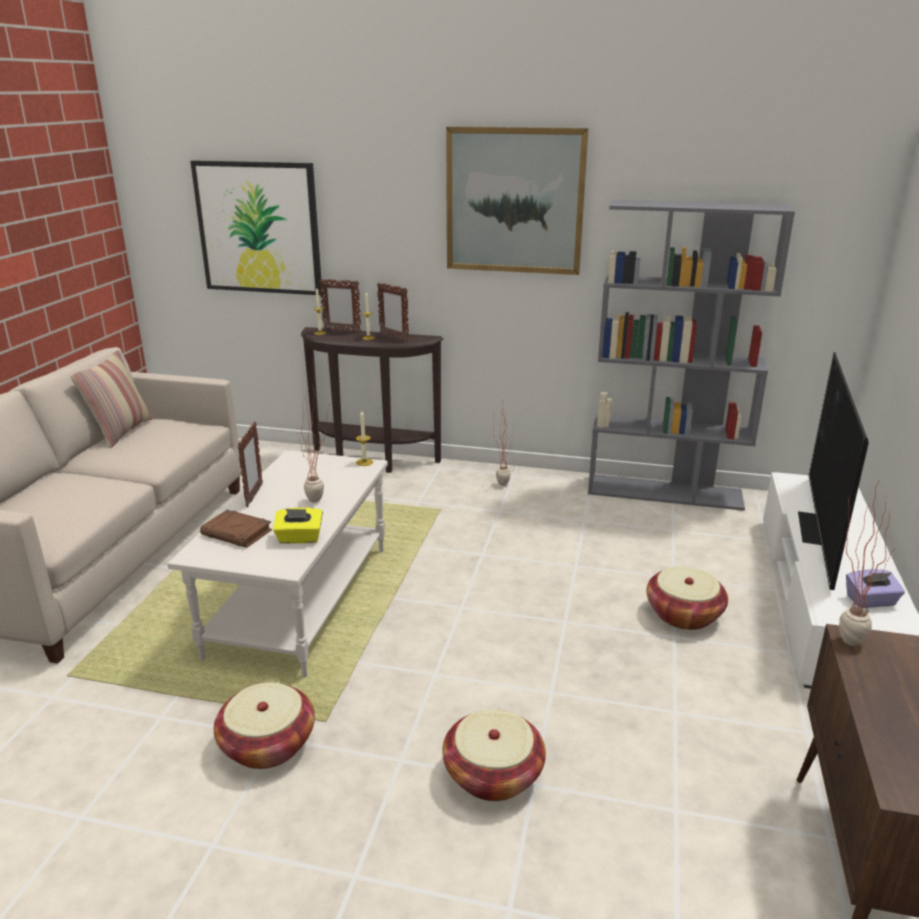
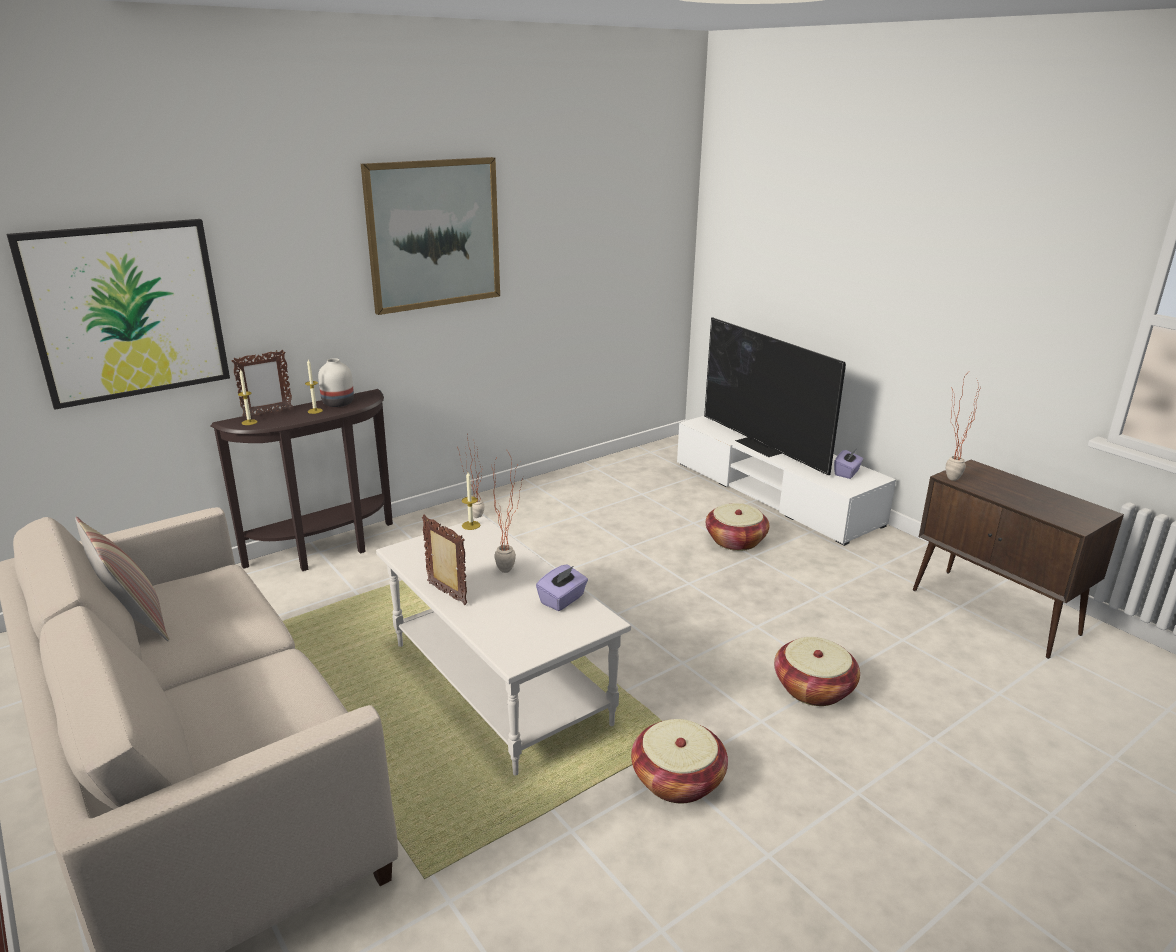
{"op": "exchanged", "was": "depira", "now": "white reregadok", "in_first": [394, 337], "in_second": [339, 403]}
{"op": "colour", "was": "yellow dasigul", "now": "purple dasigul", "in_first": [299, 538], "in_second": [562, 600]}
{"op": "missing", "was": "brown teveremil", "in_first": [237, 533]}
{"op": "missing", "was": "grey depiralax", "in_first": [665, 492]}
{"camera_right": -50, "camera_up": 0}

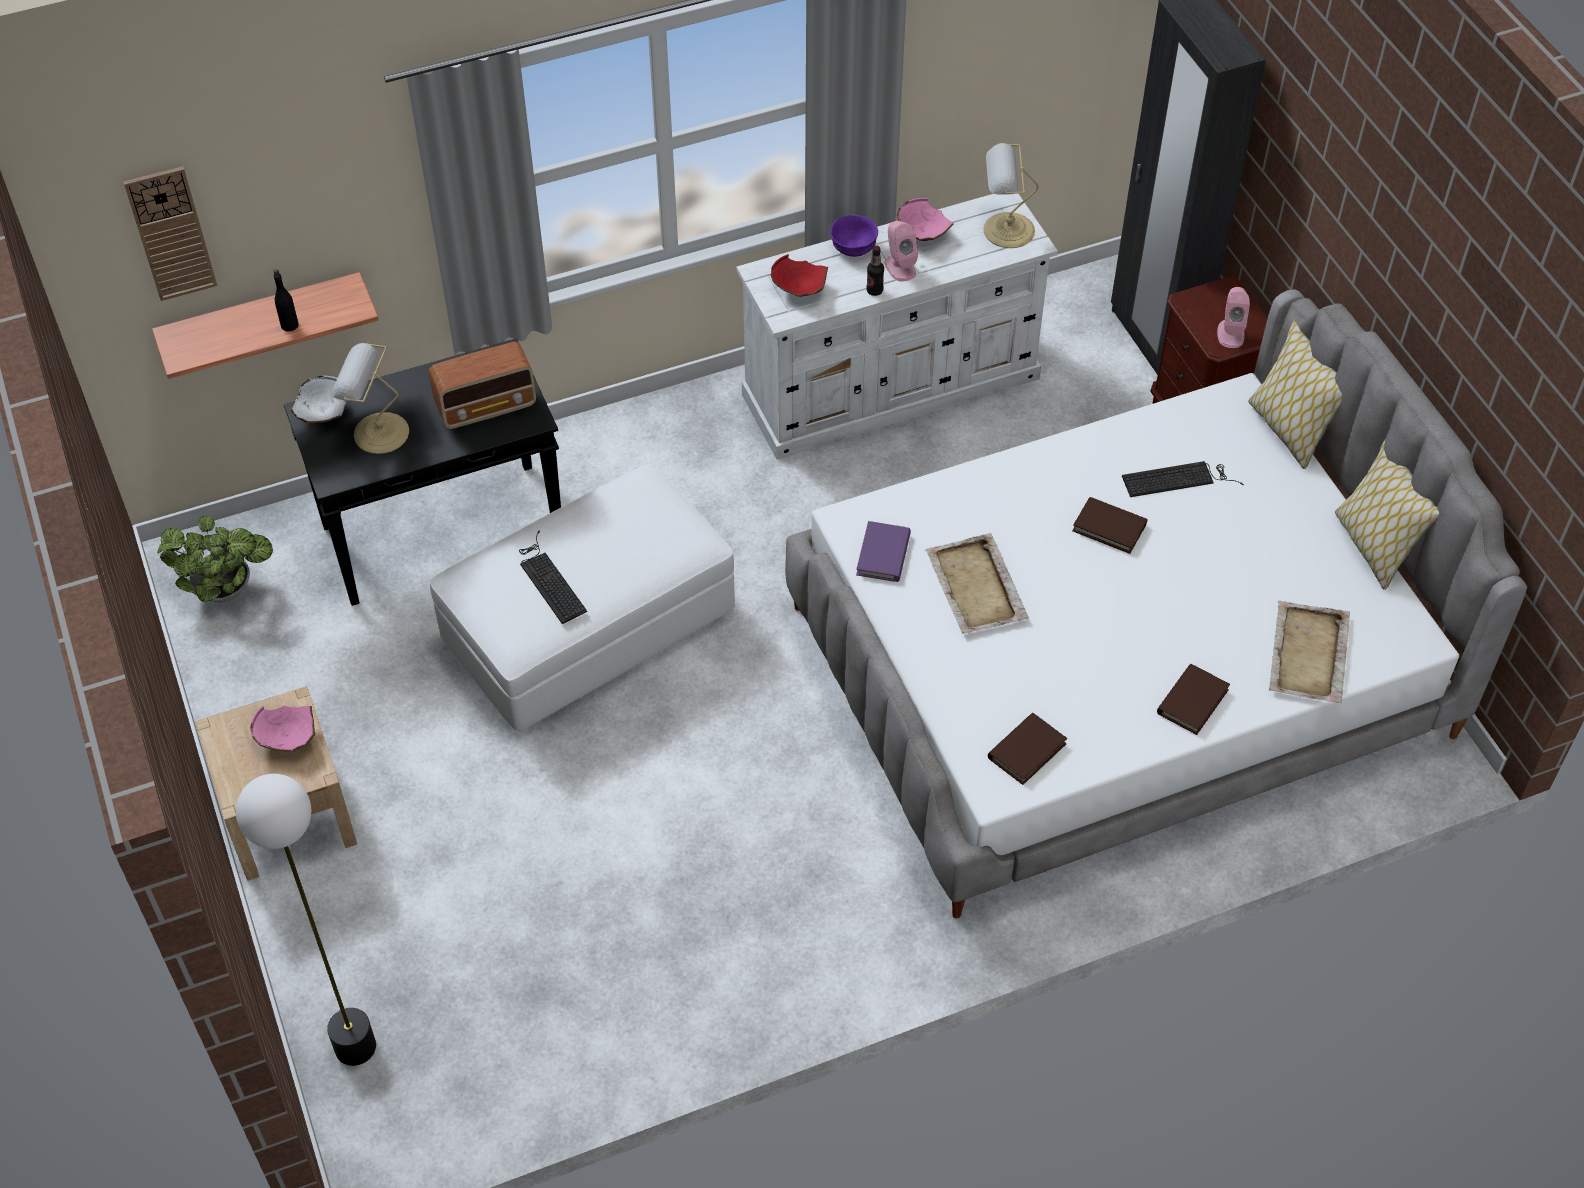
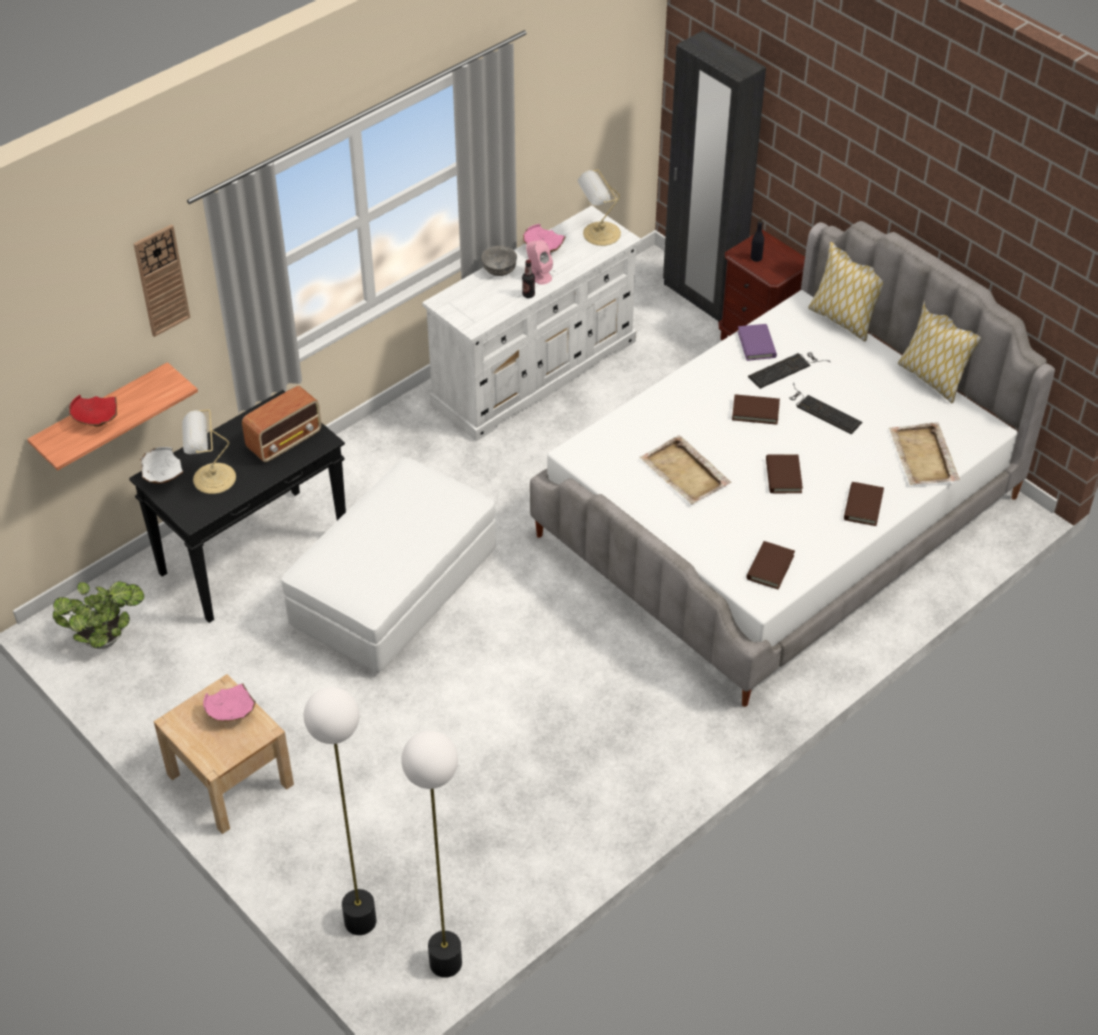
{"op": "relocated", "was": "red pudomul", "in_first": [799, 290], "in_second": [97, 421]}
{"op": "relocated", "was": "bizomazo", "in_first": [171, 233], "in_second": [161, 280]}
{"op": "appeared", "now": "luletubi", "in_second": [445, 963]}
{"op": "colour", "was": "purple pudomul", "now": "grey pudomul", "in_first": [854, 248], "in_second": [500, 270]}
{"op": "relocated", "was": "purple teveremil", "in_first": [883, 554], "in_second": [756, 344]}
{"op": "relocated", "was": "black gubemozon", "in_first": [289, 325], "in_second": [756, 258]}
{"op": "appeared", "now": "brown teveremil", "in_second": [783, 476]}
{"op": "relocated", "was": "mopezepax", "in_first": [549, 580], "in_second": [822, 410]}
{"op": "missing", "was": "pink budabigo", "in_first": [1230, 333]}
{"camera_right": -20, "camera_up": -5}

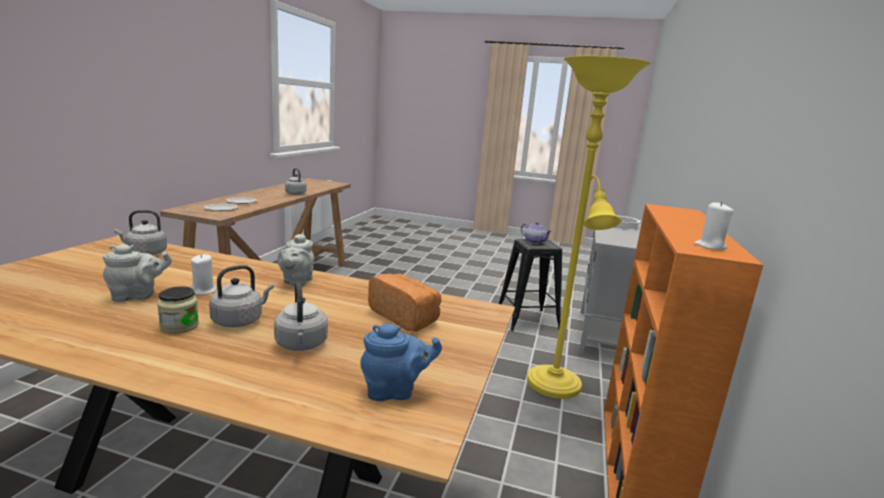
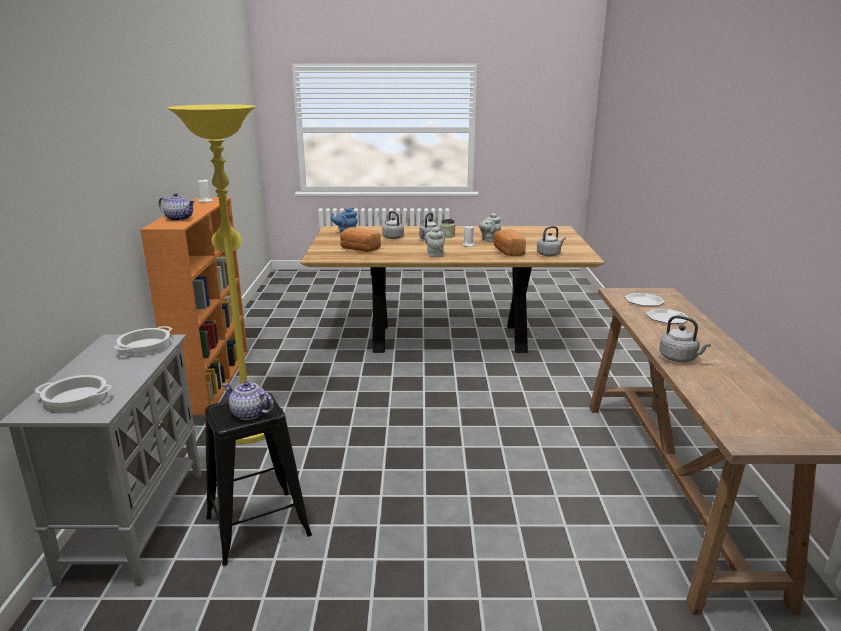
{"op": "appeared", "now": "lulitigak", "in_second": [145, 347]}
{"op": "appeared", "now": "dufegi", "in_second": [179, 219]}
{"op": "appeared", "now": "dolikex", "in_second": [507, 252]}
{"camera_right": 165, "camera_up": 5}

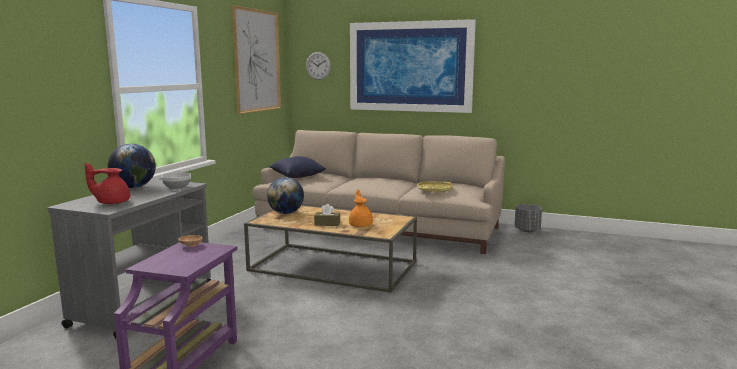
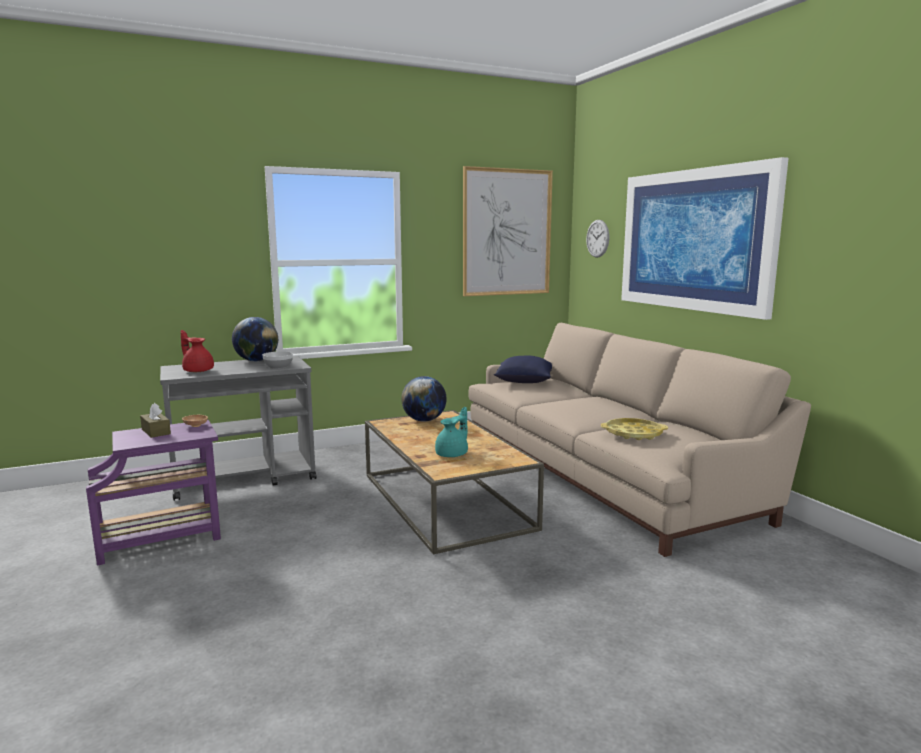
{"op": "relocated", "was": "brown dasigul", "in_first": [327, 224], "in_second": [156, 432]}
{"op": "colour", "was": "orange dufegi", "now": "turquoise dufegi", "in_first": [360, 225], "in_second": [453, 454]}
{"op": "missing", "was": "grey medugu", "in_first": [527, 230]}
{"camera_right": 45, "camera_up": 0}

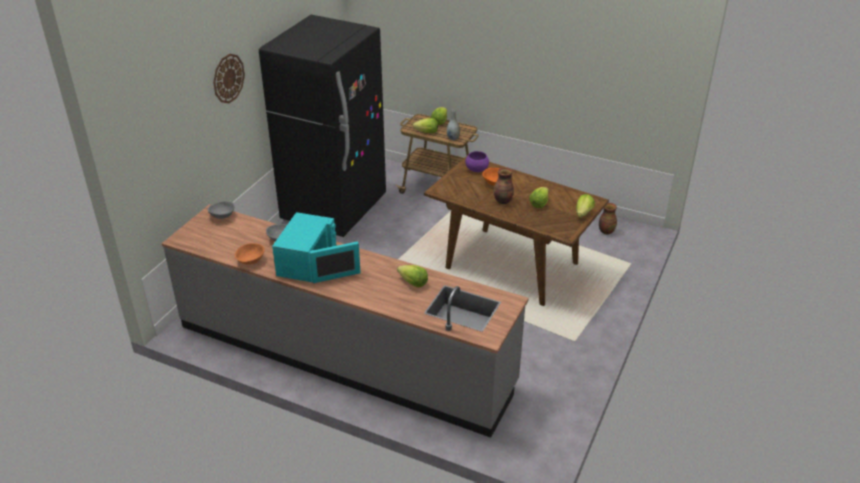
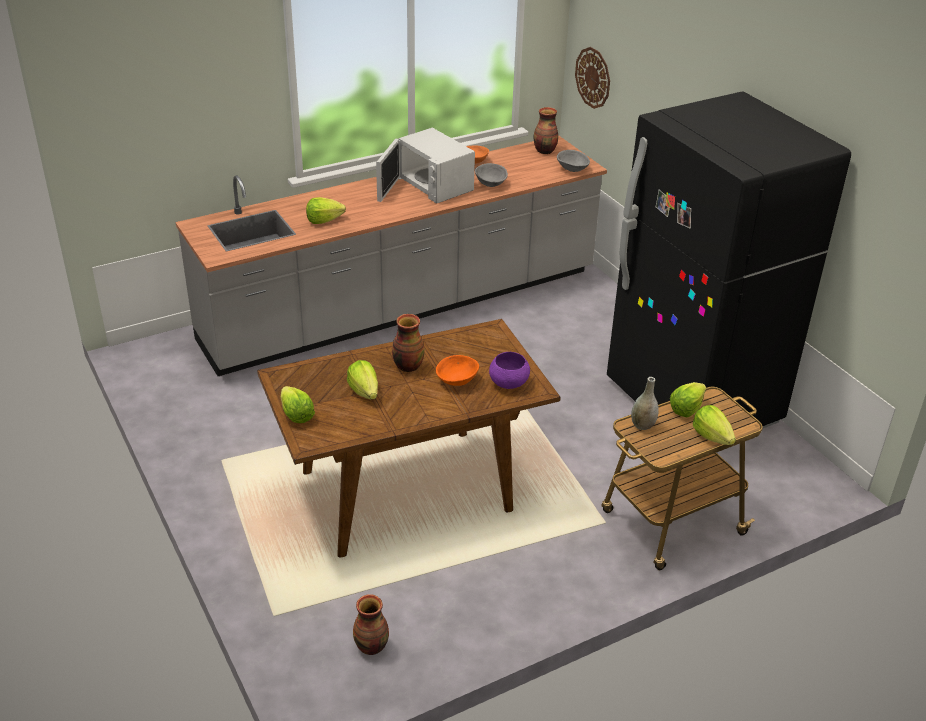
{"op": "colour", "was": "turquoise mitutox", "now": "white mitutox", "in_first": [308, 263], "in_second": [430, 185]}
{"op": "appeared", "now": "reregadok", "in_second": [545, 151]}
{"op": "relocated", "was": "bizomazo", "in_first": [228, 78], "in_second": [593, 77]}
{"camera_right": 125, "camera_up": 0}

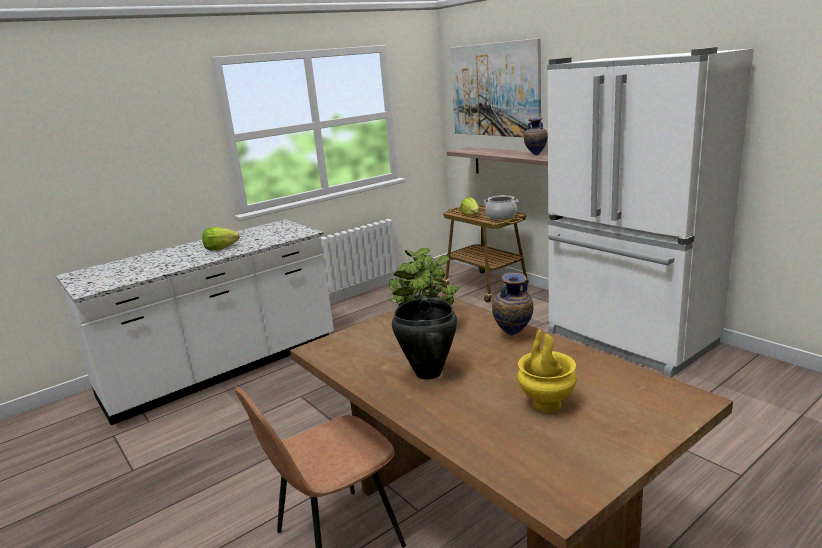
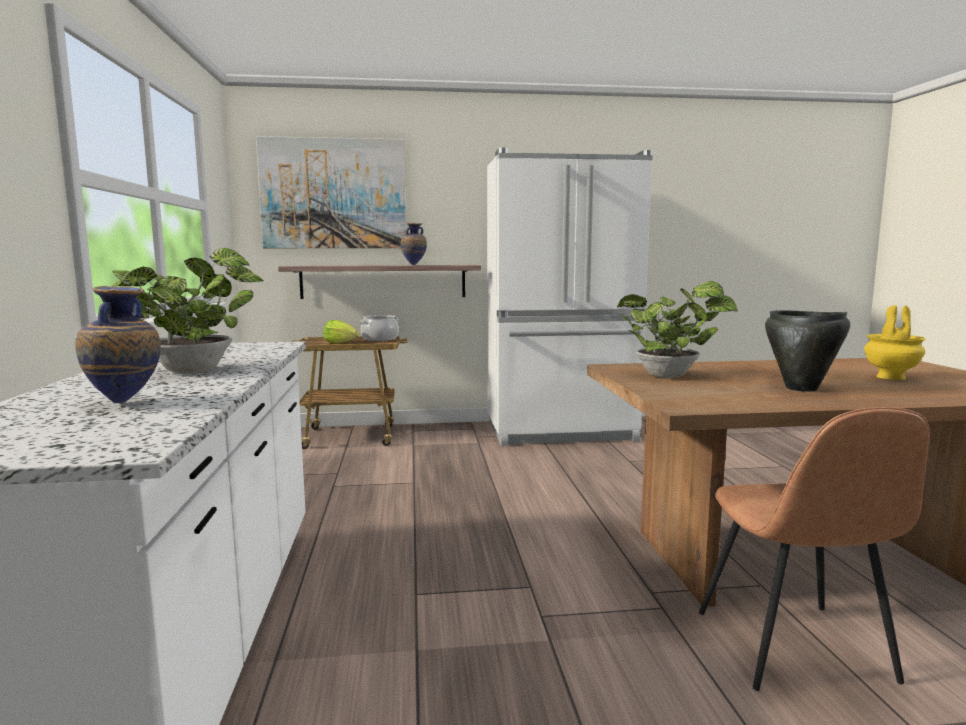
{"op": "relocated", "was": "reregadok", "in_first": [513, 336], "in_second": [125, 403]}
{"op": "exchanged", "was": "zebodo", "now": "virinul", "in_first": [220, 248], "in_second": [198, 369]}
{"camera_right": -60, "camera_up": -10}

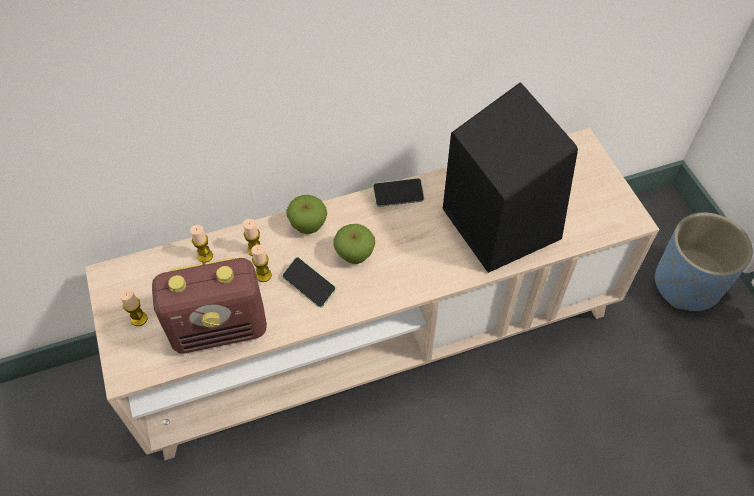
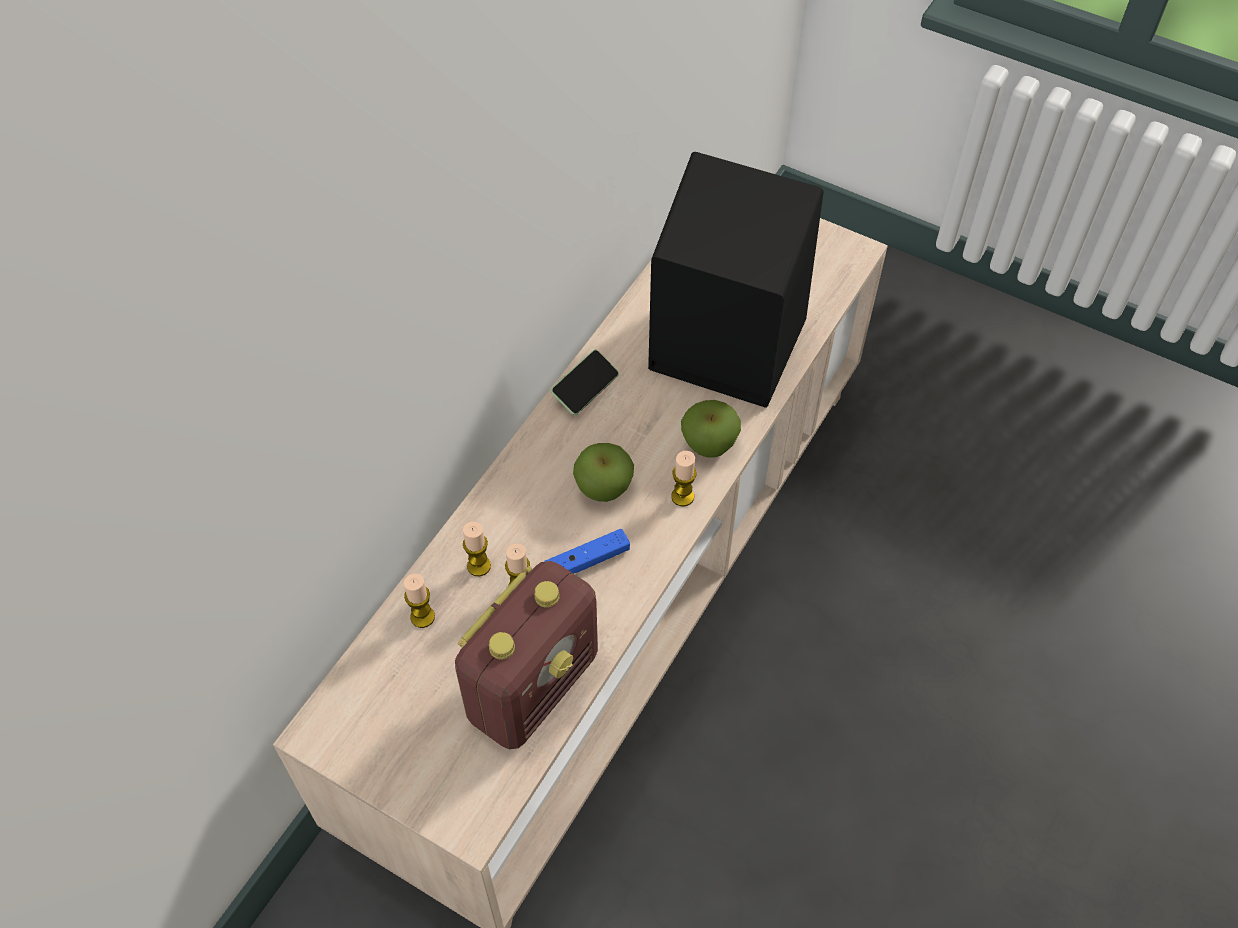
{"op": "exchanged", "was": "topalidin", "now": "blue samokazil", "in_first": [309, 286], "in_second": [587, 561]}
{"op": "relocated", "was": "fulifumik", "in_first": [139, 319], "in_second": [682, 496]}
{"op": "relocated", "was": "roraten", "in_first": [308, 226], "in_second": [709, 446]}
{"op": "missing", "was": "blue medugu", "in_first": [686, 284]}
{"camera_right": -40, "camera_up": 0}

